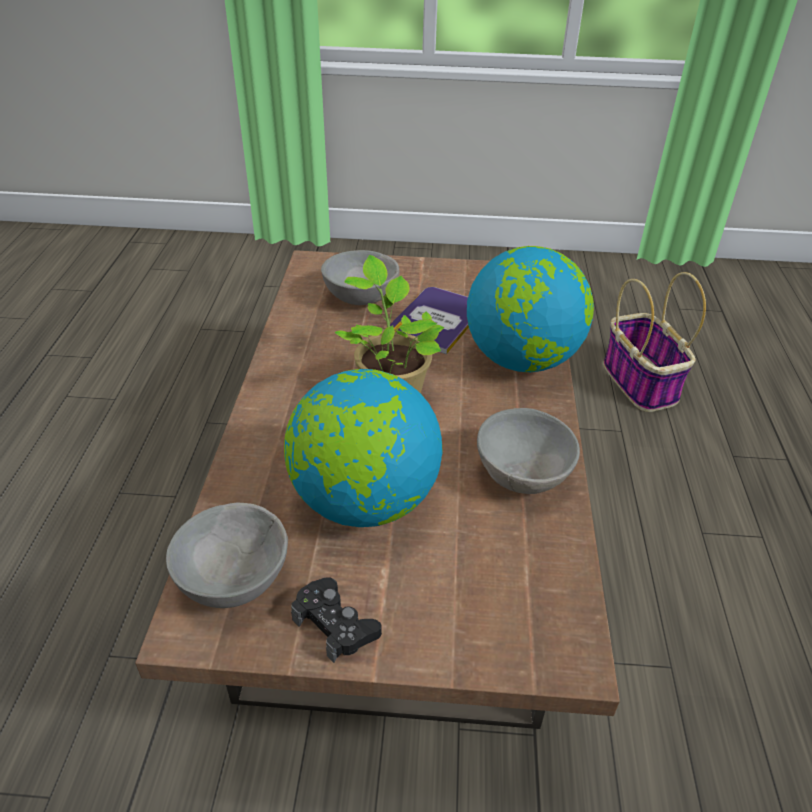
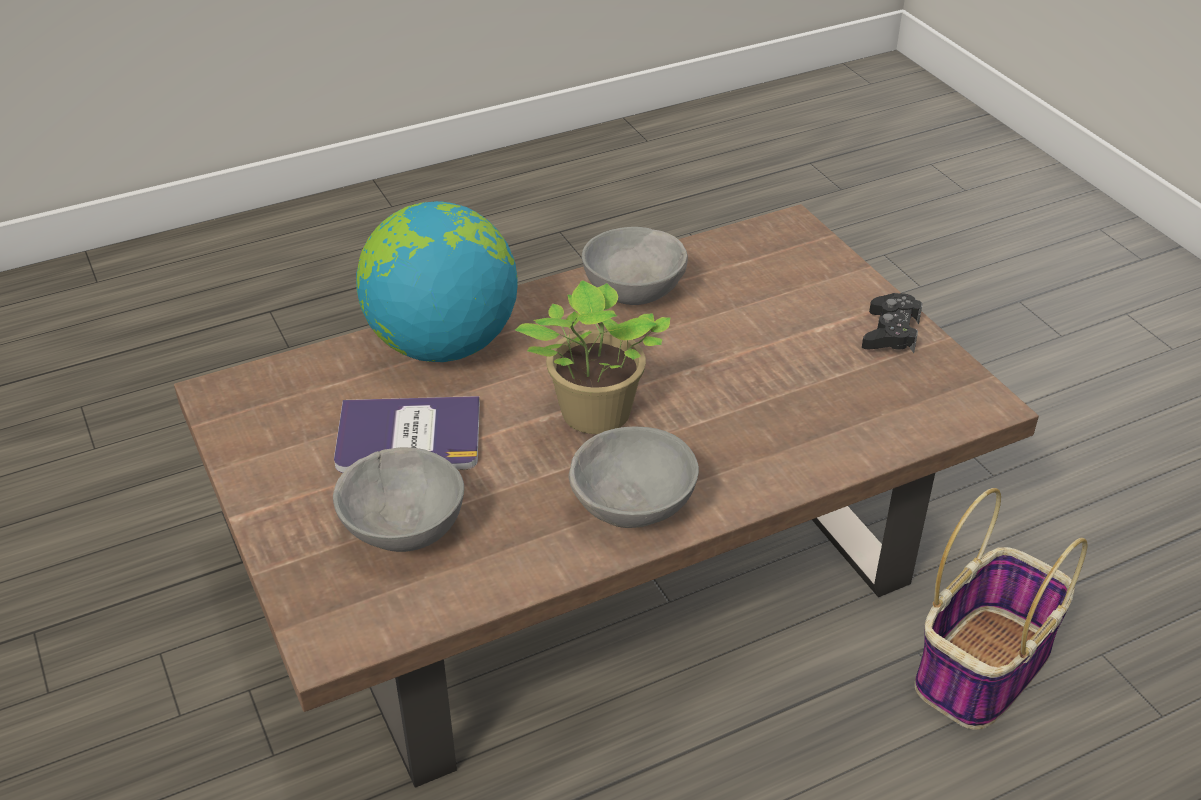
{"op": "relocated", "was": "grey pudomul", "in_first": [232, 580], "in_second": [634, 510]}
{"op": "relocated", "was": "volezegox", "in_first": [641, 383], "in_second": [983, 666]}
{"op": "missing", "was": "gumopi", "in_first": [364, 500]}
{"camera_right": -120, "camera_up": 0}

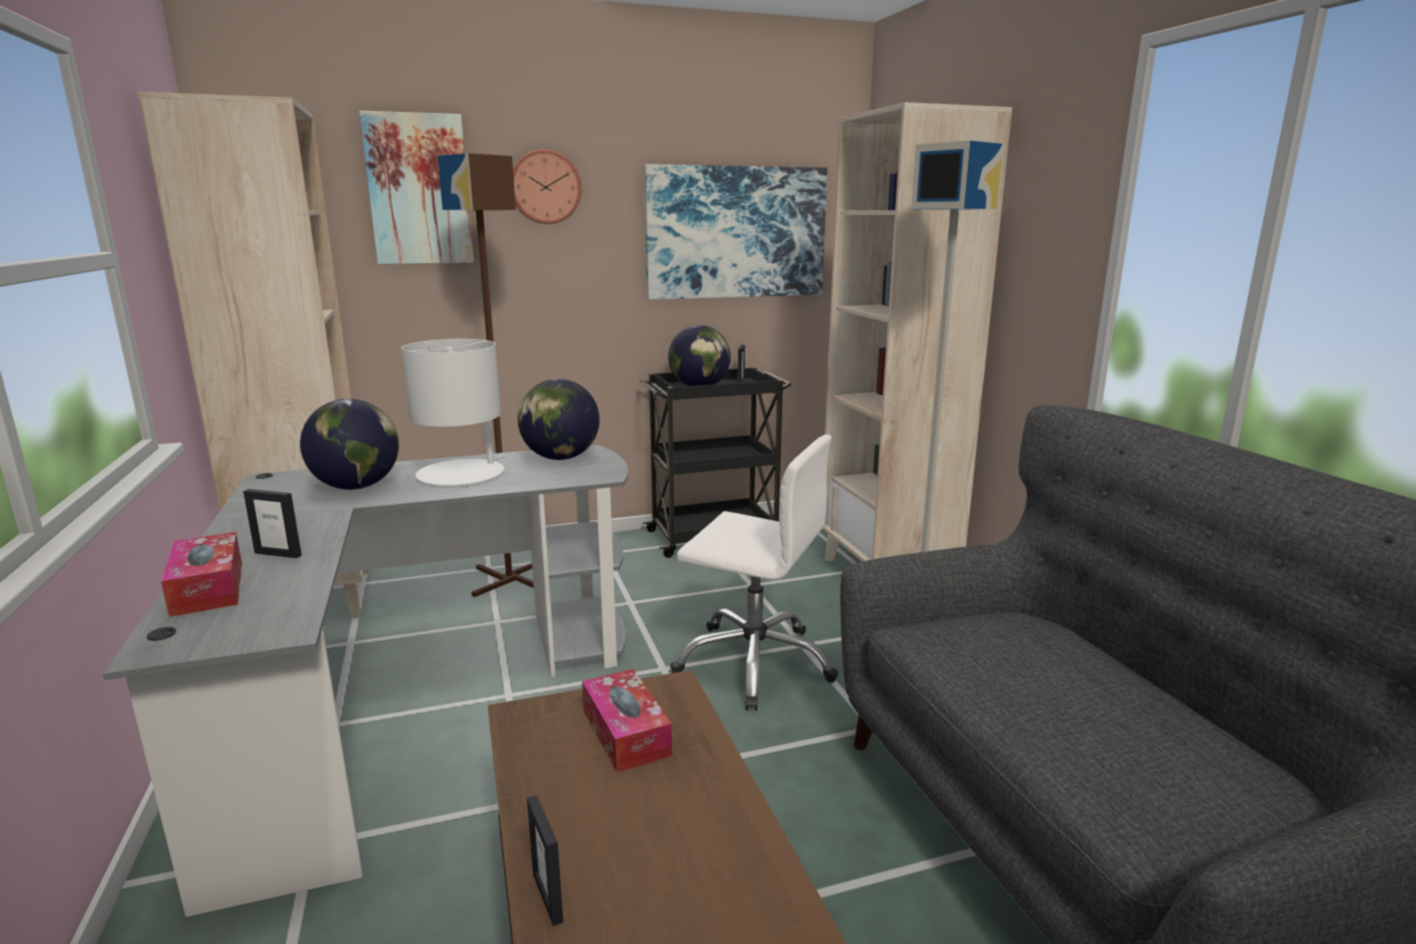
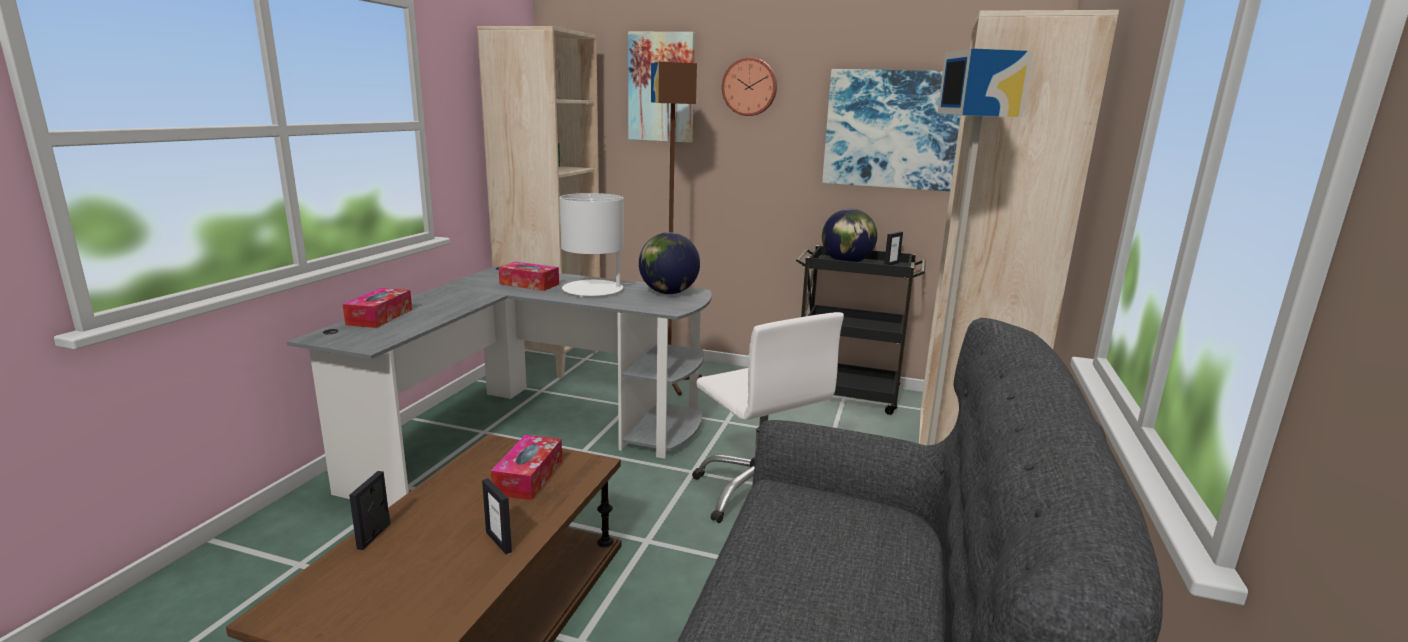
{"op": "relocated", "was": "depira", "in_first": [278, 554], "in_second": [499, 542]}
{"op": "exchanged", "was": "gumopi", "now": "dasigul", "in_first": [356, 487], "in_second": [529, 284]}
{"camera_right": 35, "camera_up": 0}

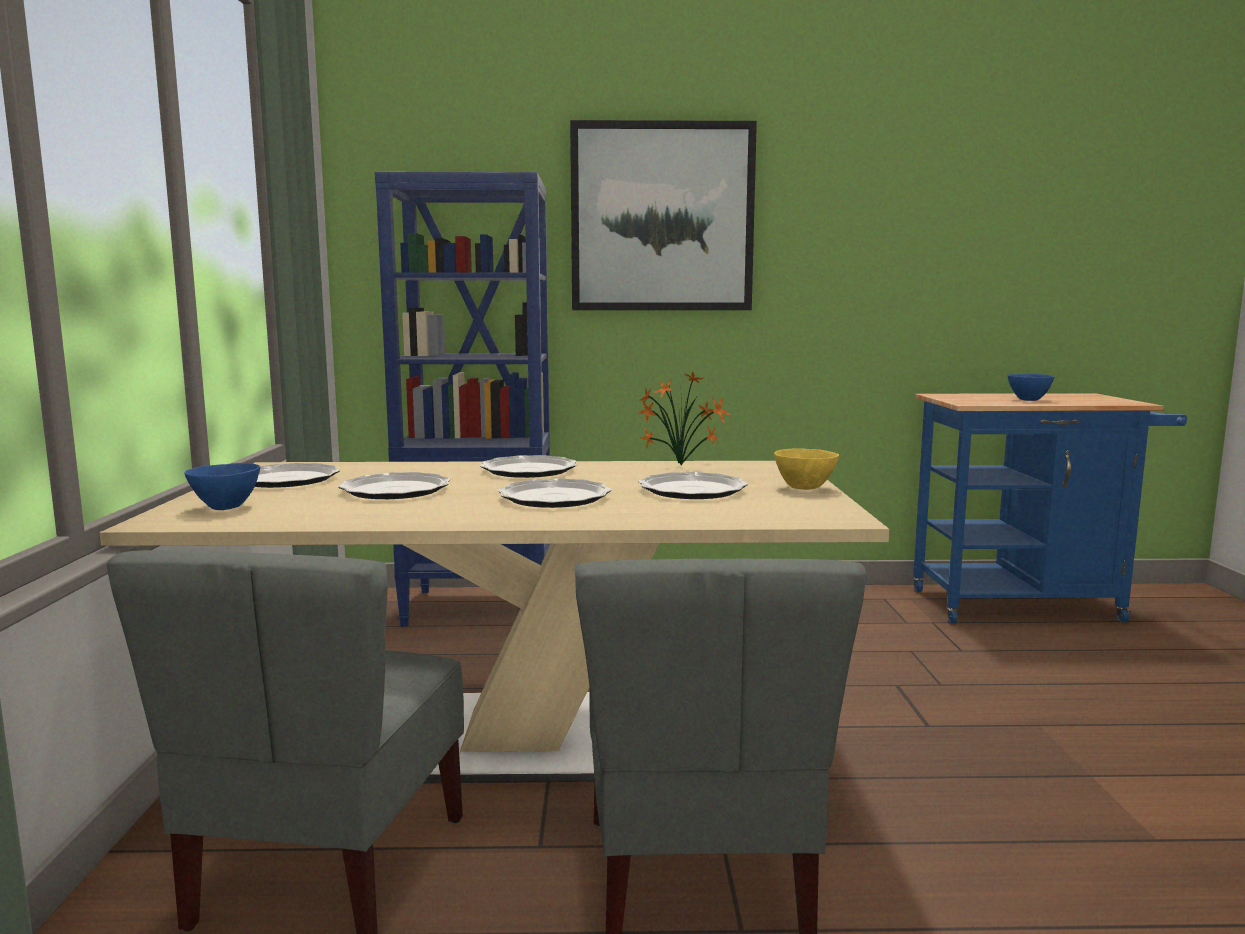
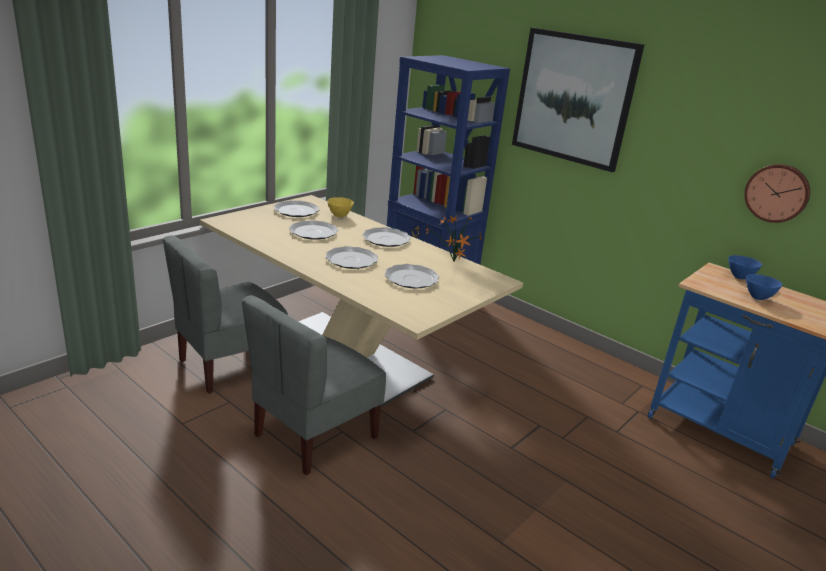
{"op": "relocated", "was": "yellow pudomul", "in_first": [805, 488], "in_second": [340, 215]}
{"op": "relocated", "was": "blue pudomul", "in_first": [225, 507], "in_second": [739, 277]}
{"op": "appeared", "now": "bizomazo", "in_second": [777, 193]}
{"camera_right": 40, "camera_up": 15}

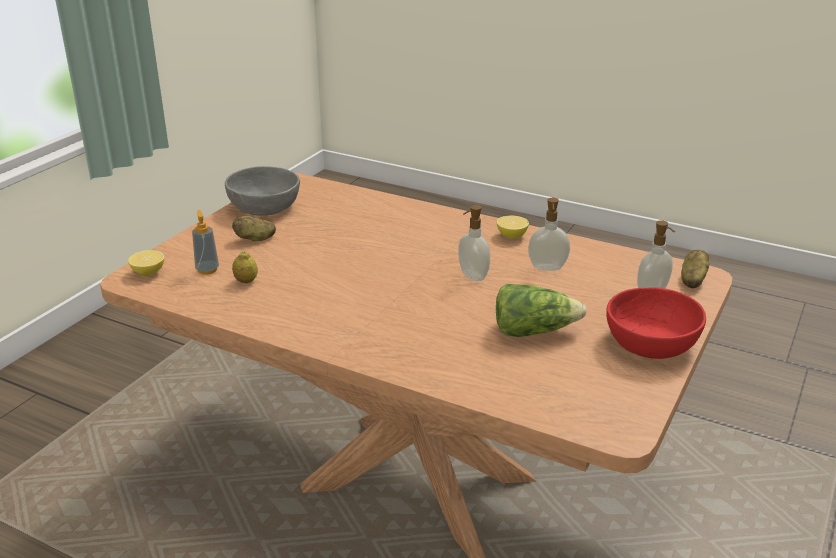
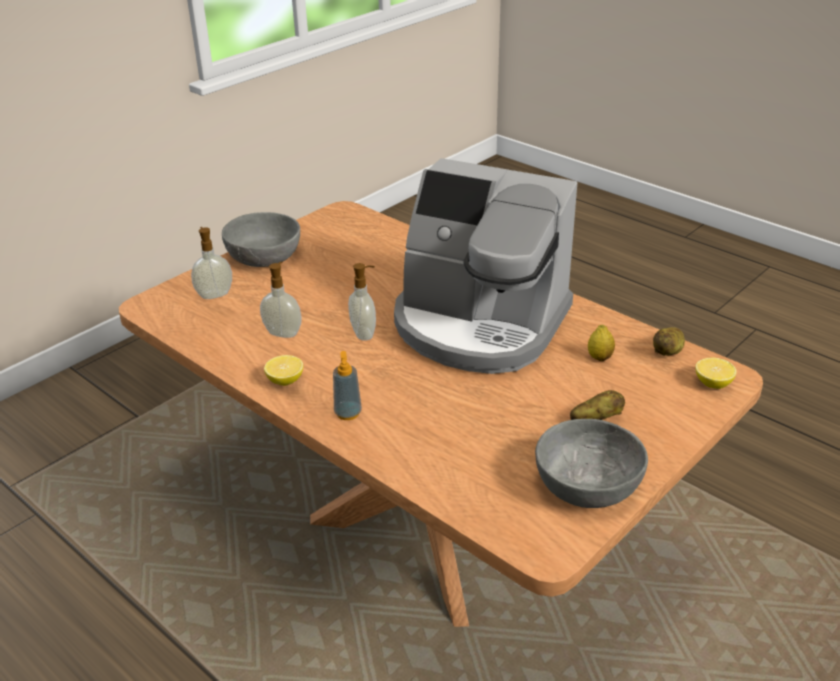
{"op": "colour", "was": "red pudomul", "now": "grey pudomul", "in_first": [651, 343], "in_second": [264, 256]}
{"op": "relocated", "was": "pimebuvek", "in_first": [207, 269], "in_second": [348, 413]}
{"op": "appeared", "now": "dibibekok", "in_second": [479, 325]}
{"op": "relocated", "was": "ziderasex", "in_first": [692, 280], "in_second": [668, 352]}
{"op": "missing", "was": "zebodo", "in_first": [533, 331]}
{"camera_right": -165, "camera_up": 5}

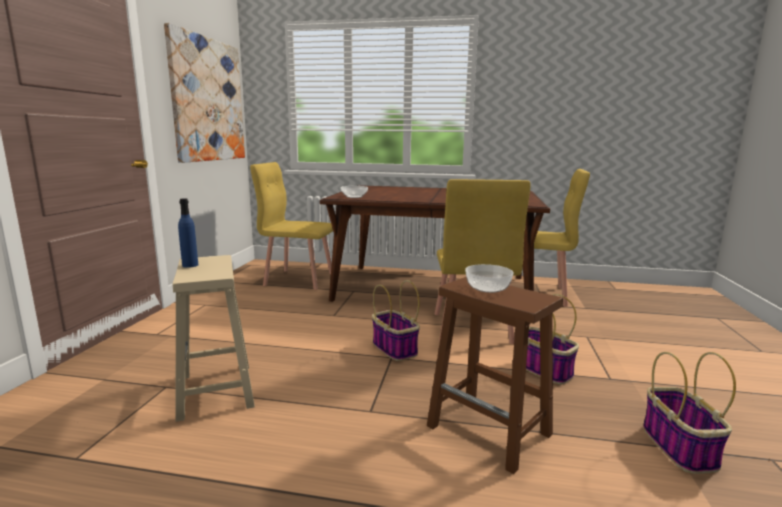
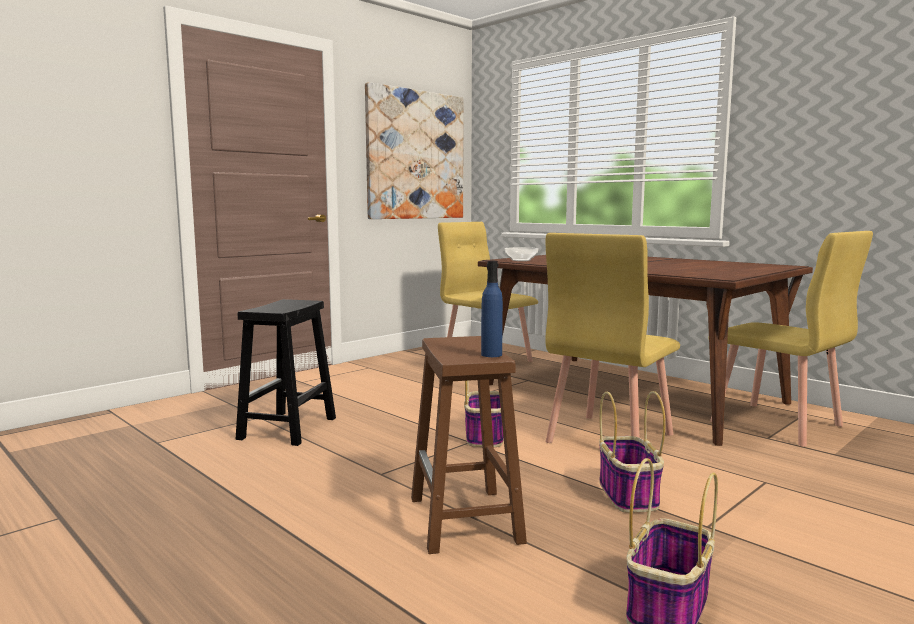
{"op": "colour", "was": "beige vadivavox", "now": "black vadivavox", "in_first": [216, 391], "in_second": [287, 429]}
{"op": "relocated", "was": "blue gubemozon", "in_first": [190, 265], "in_second": [491, 354]}
{"op": "missing", "was": "pudomul", "in_first": [488, 288]}
{"camera_right": 35, "camera_up": -5}

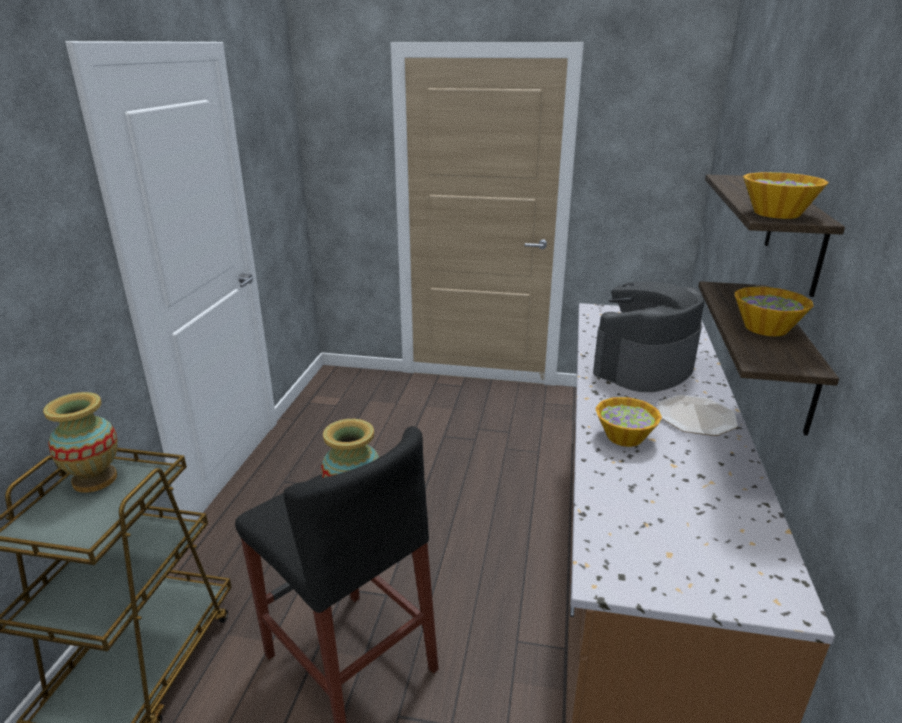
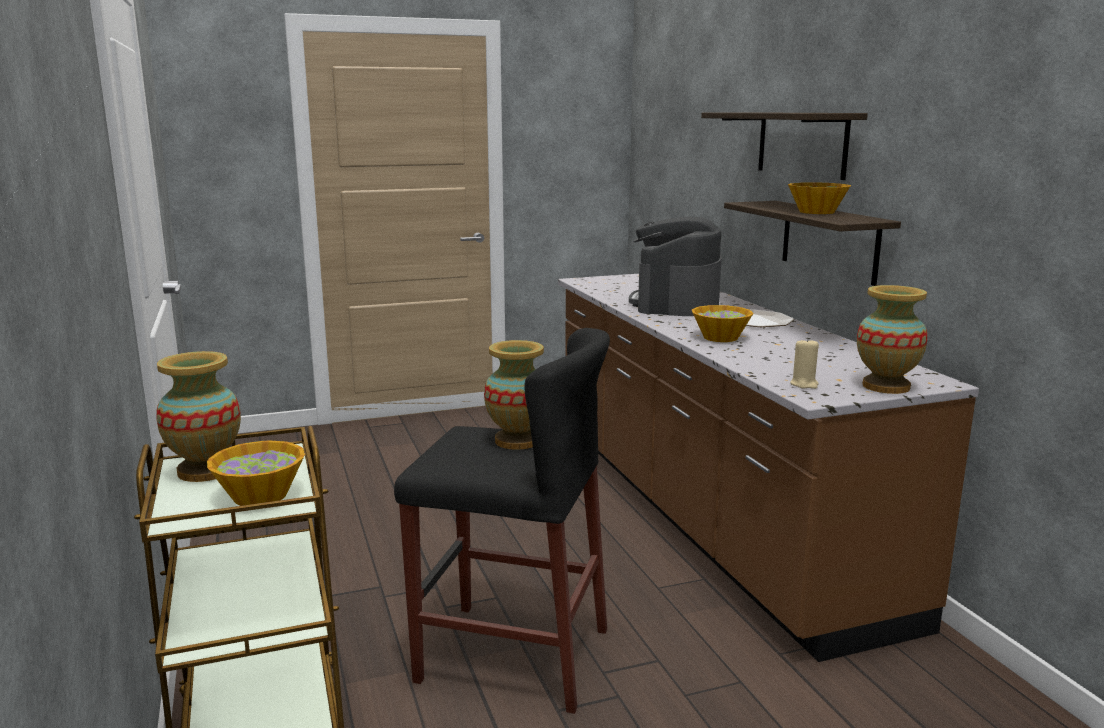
{"op": "relocated", "was": "pudomul", "in_first": [776, 213], "in_second": [259, 496]}
{"op": "appeared", "now": "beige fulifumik", "in_second": [804, 384]}
{"op": "appeared", "now": "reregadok", "in_second": [886, 386]}
{"camera_right": -30, "camera_up": -10}

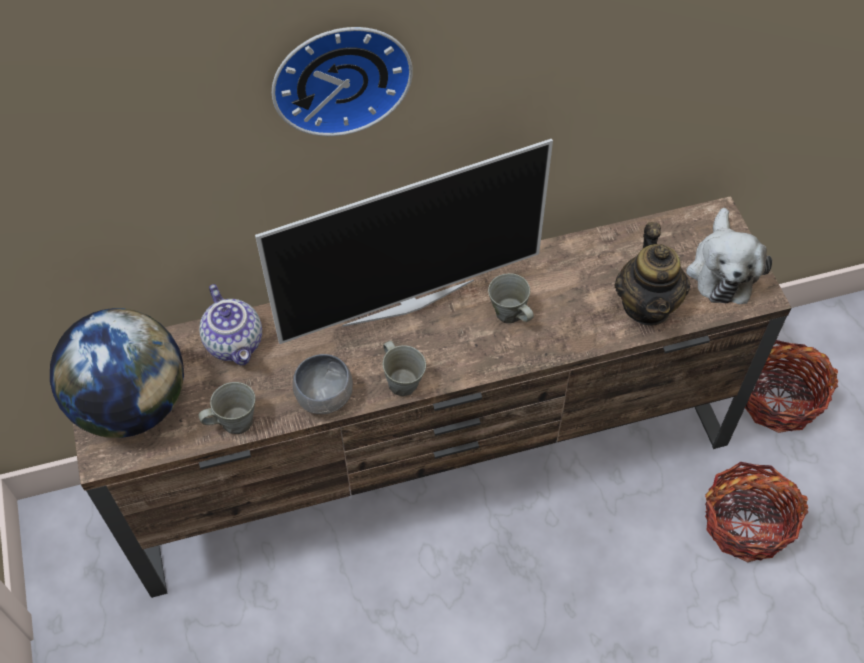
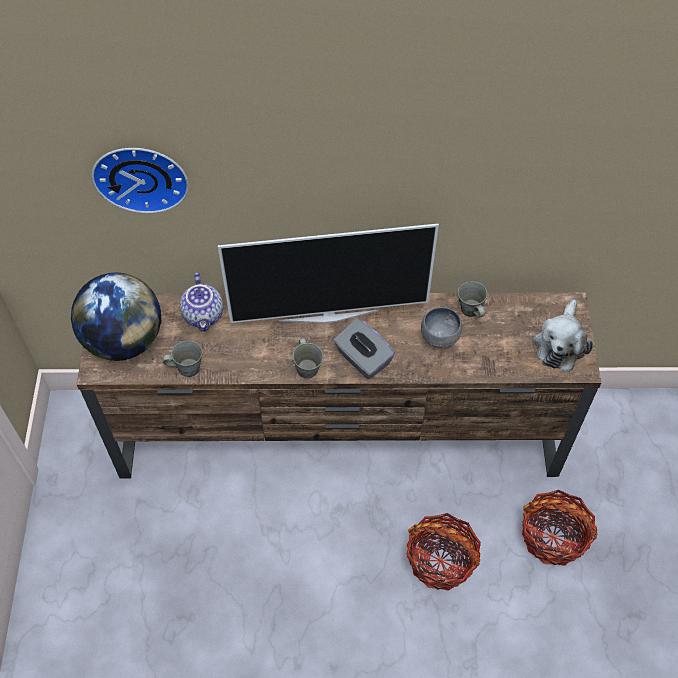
{"op": "relocated", "was": "bizomazo", "in_first": [340, 75], "in_second": [141, 175]}
{"op": "appeared", "now": "grey dasigul", "in_second": [363, 359]}
{"op": "relocated", "was": "volezegox", "in_first": [778, 399], "in_second": [441, 560]}
{"op": "relocated", "was": "grey pudomul", "in_first": [324, 395], "in_second": [439, 336]}
{"op": "relocated", "was": "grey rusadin", "in_first": [510, 314], "in_second": [471, 310]}
{"op": "missing", "was": "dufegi", "in_first": [647, 305]}
{"camera_right": 15, "camera_up": 0}

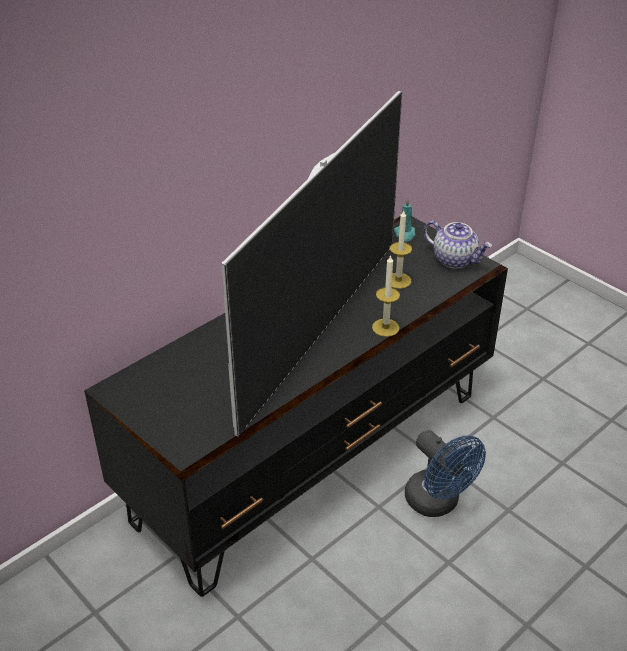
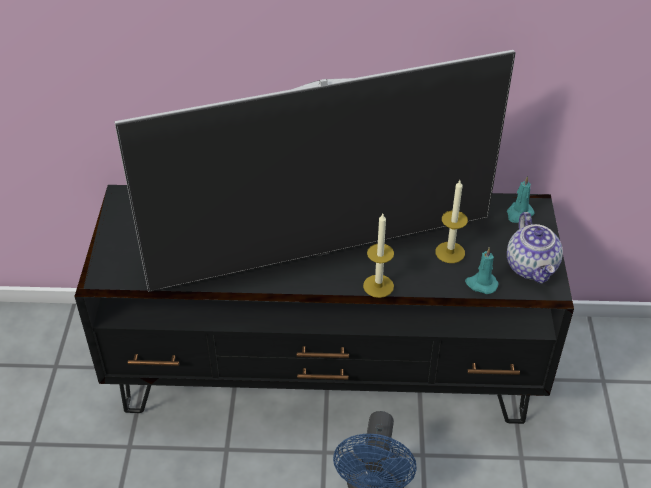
{"op": "appeared", "now": "turquoise fulifumik", "in_second": [481, 284]}
{"camera_right": 45, "camera_up": 5}

